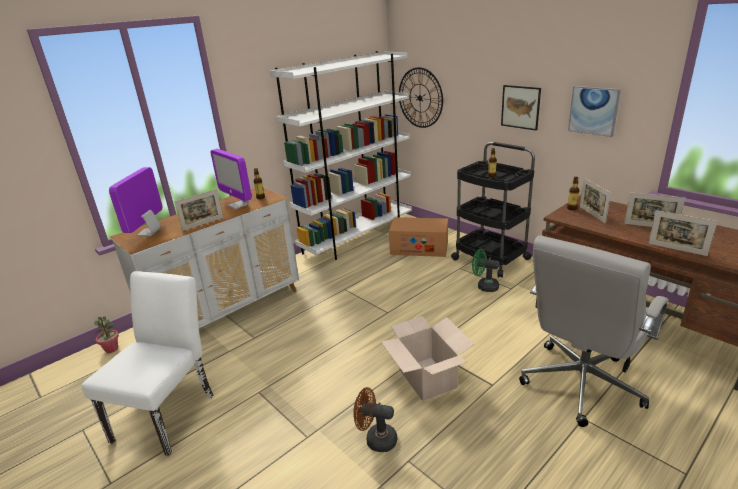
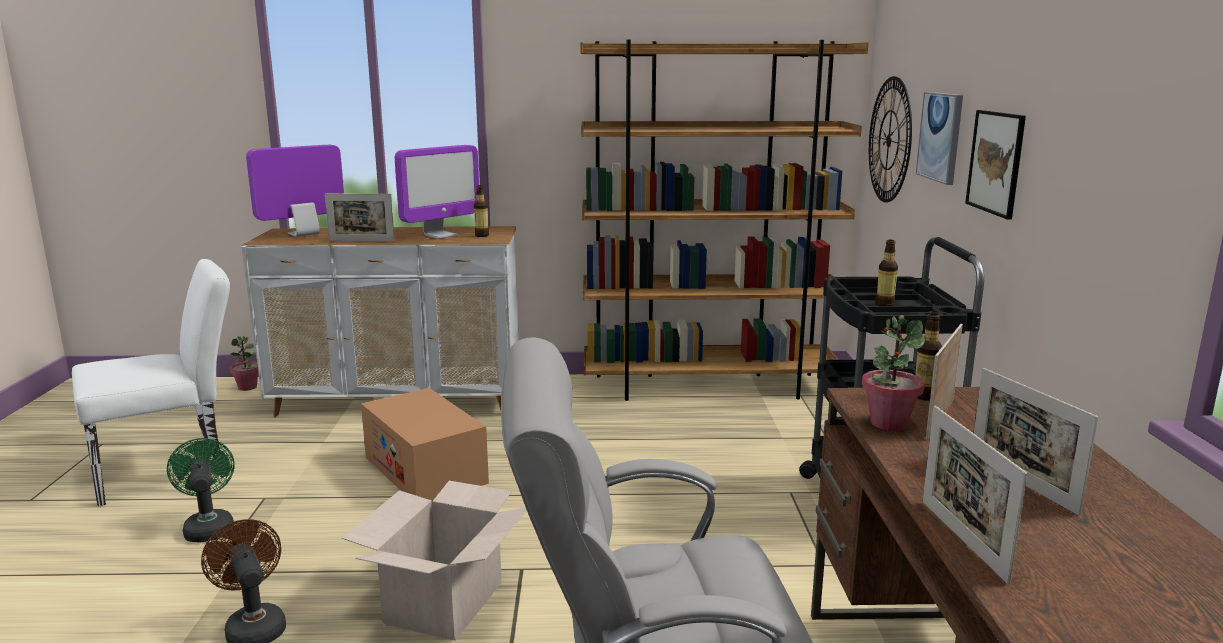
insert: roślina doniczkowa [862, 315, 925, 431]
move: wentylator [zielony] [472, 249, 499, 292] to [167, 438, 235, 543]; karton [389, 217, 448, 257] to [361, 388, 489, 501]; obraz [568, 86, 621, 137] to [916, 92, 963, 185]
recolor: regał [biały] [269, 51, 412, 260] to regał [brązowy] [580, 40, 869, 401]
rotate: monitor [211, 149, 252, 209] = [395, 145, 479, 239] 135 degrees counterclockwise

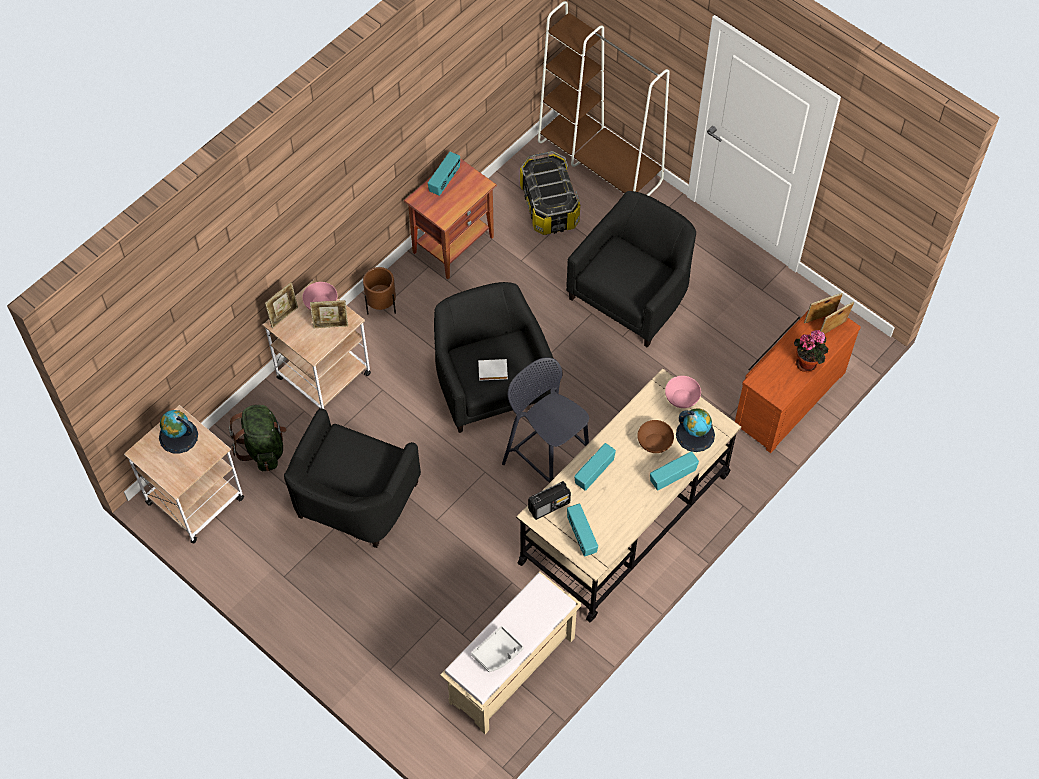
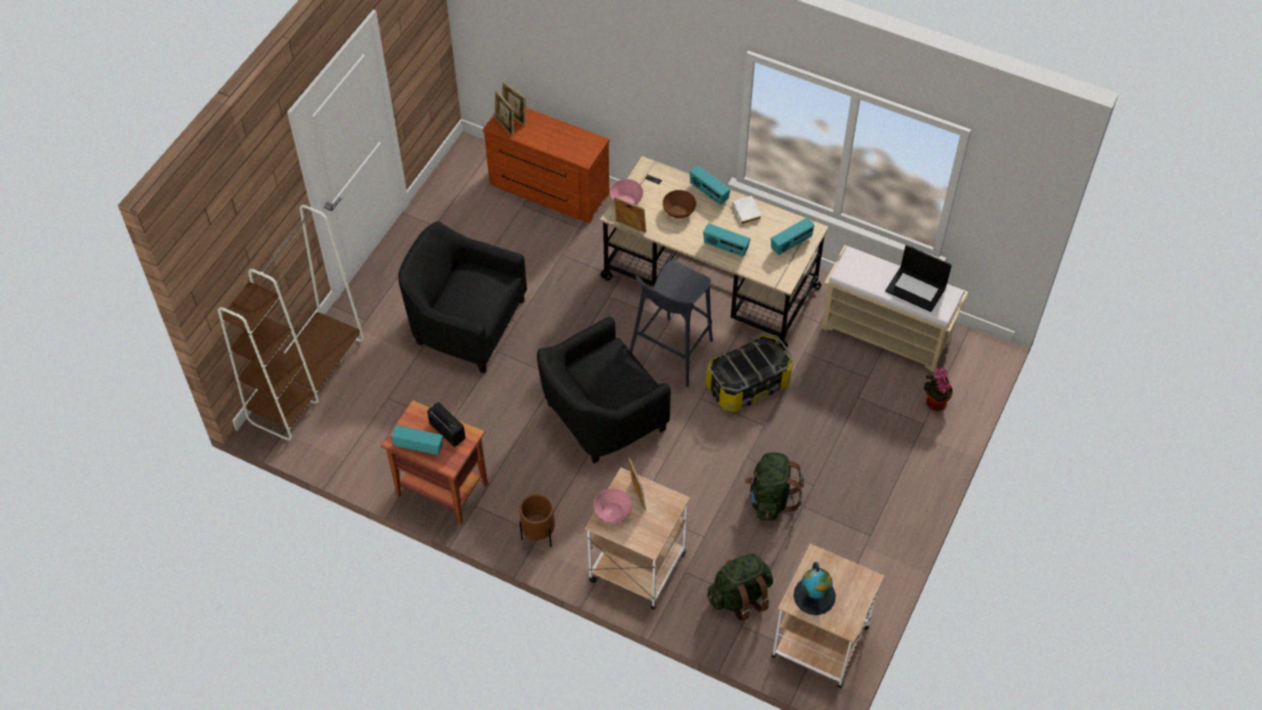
delete: globus [676, 408, 715, 452]
move: radio [528, 481, 571, 520] to [427, 402, 466, 447]; ramka na zdjęcie [265, 282, 298, 328] to [614, 197, 646, 233]; pojemnik do przechowywania [520, 151, 580, 235] to [706, 332, 793, 412]; książka [biały] [478, 359, 508, 381] to [732, 196, 761, 224]; roślina doniczkowa [794, 330, 829, 372] to [924, 368, 953, 411]
replace: fotel [czarny] [284, 408, 421, 548] to plecak [zielony] [745, 452, 804, 521]; taca [szary] [471, 626, 524, 672] to laptop [885, 245, 952, 312]

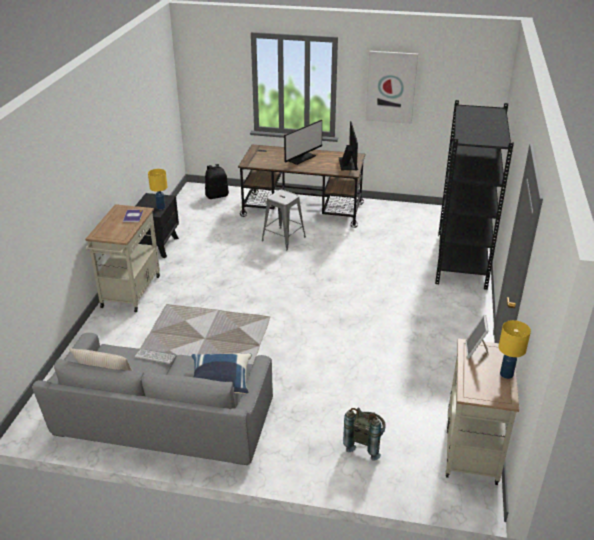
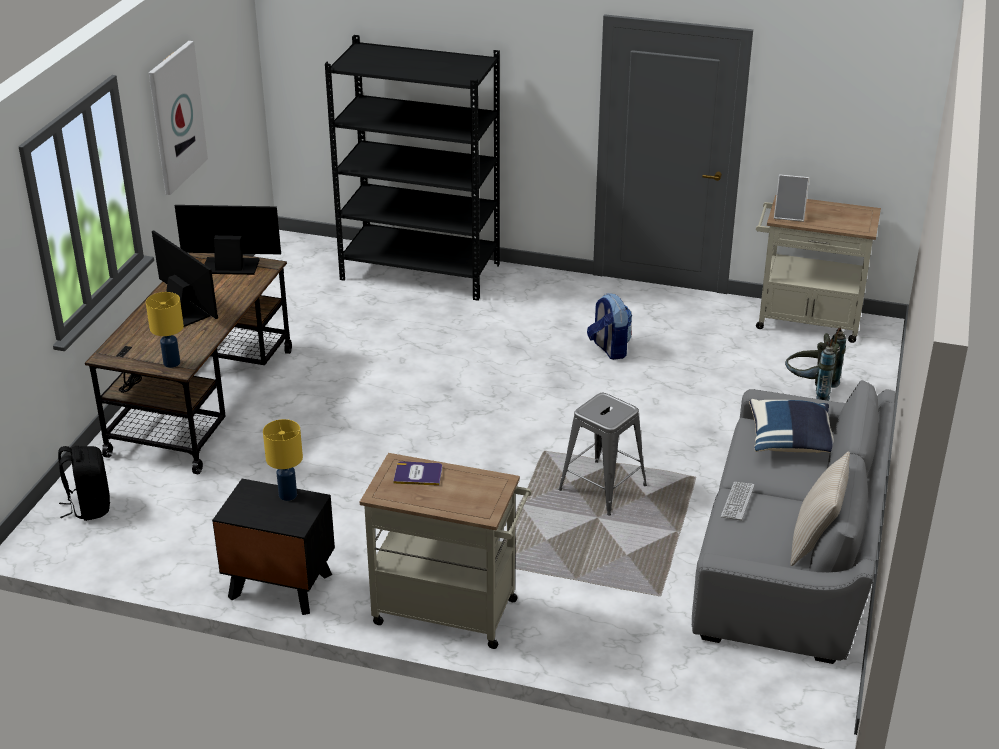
insert: plecak [587, 293, 632, 360]
move: lampa stołowa [żółty] [499, 320, 531, 379] to [146, 292, 184, 368]; stołek [szary] [262, 190, 306, 250] to [558, 393, 647, 516]

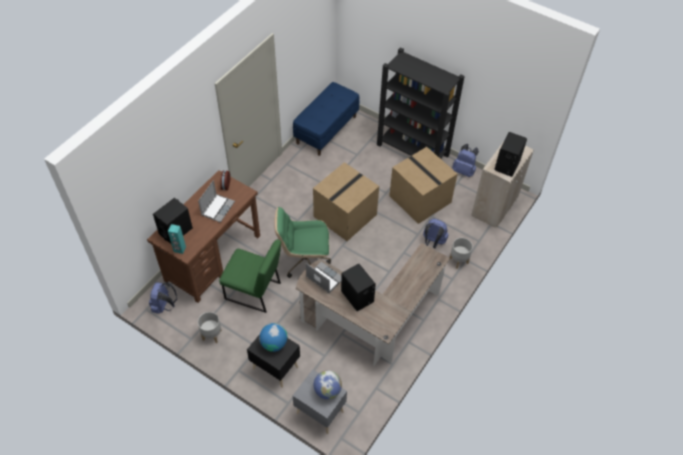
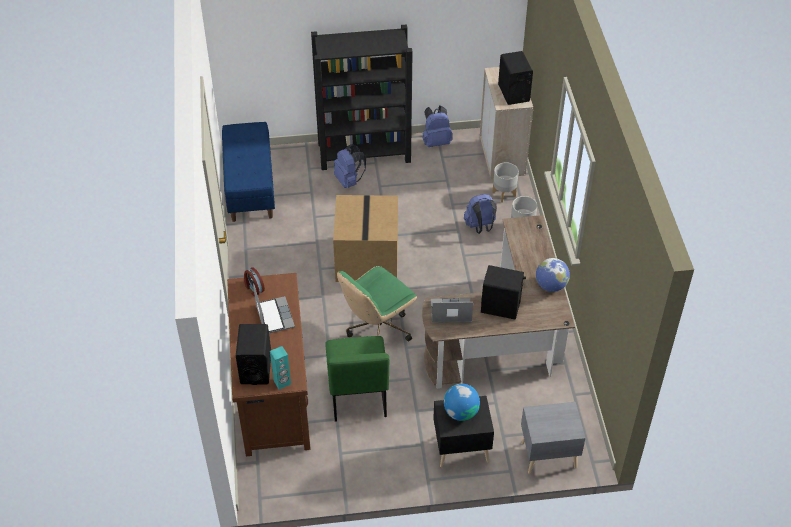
delete: karton [389, 147, 457, 224]
move: plecak [niebieski] [149, 282, 177, 314] to [334, 144, 366, 188]; donica [szary] [198, 312, 222, 343] to [492, 162, 519, 203]; globus [314, 370, 342, 399] to [536, 258, 570, 292]
rotate: krzesło [zielony] [219, 239, 281, 313] = [325, 336, 389, 422] 105 degrees clockwise

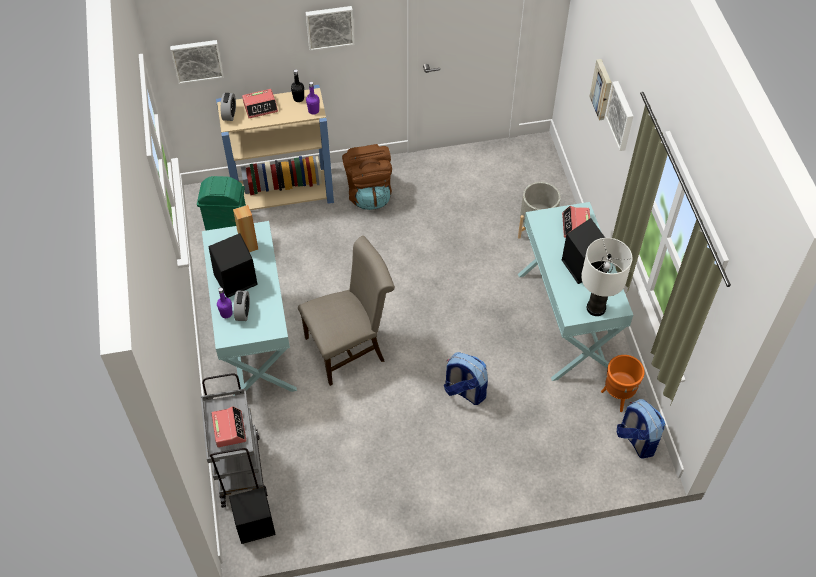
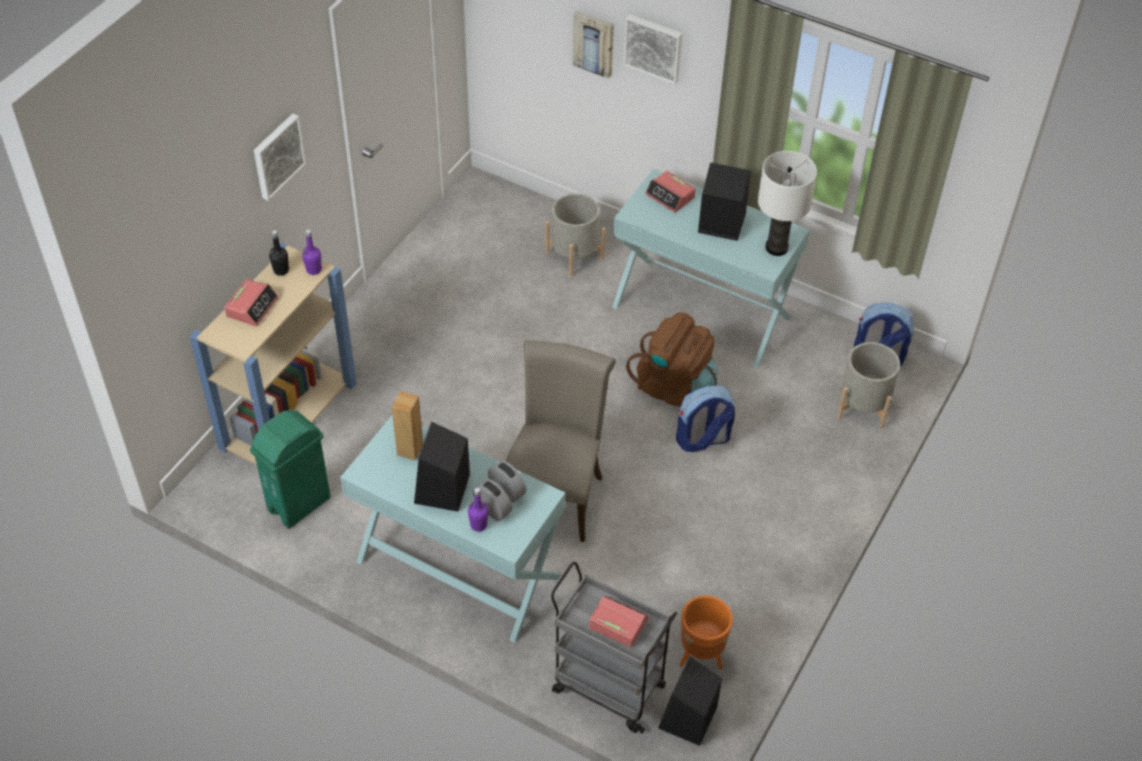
delete: obraz [170, 40, 224, 84]
insert: donica [szary] [837, 342, 900, 428]
move: budzik [221, 93, 236, 121] to [488, 461, 526, 503]; plecak [brązowy] [342, 144, 392, 210] to [626, 312, 717, 407]; donica [pomarańczowy] [601, 355, 645, 412] to [680, 596, 733, 670]

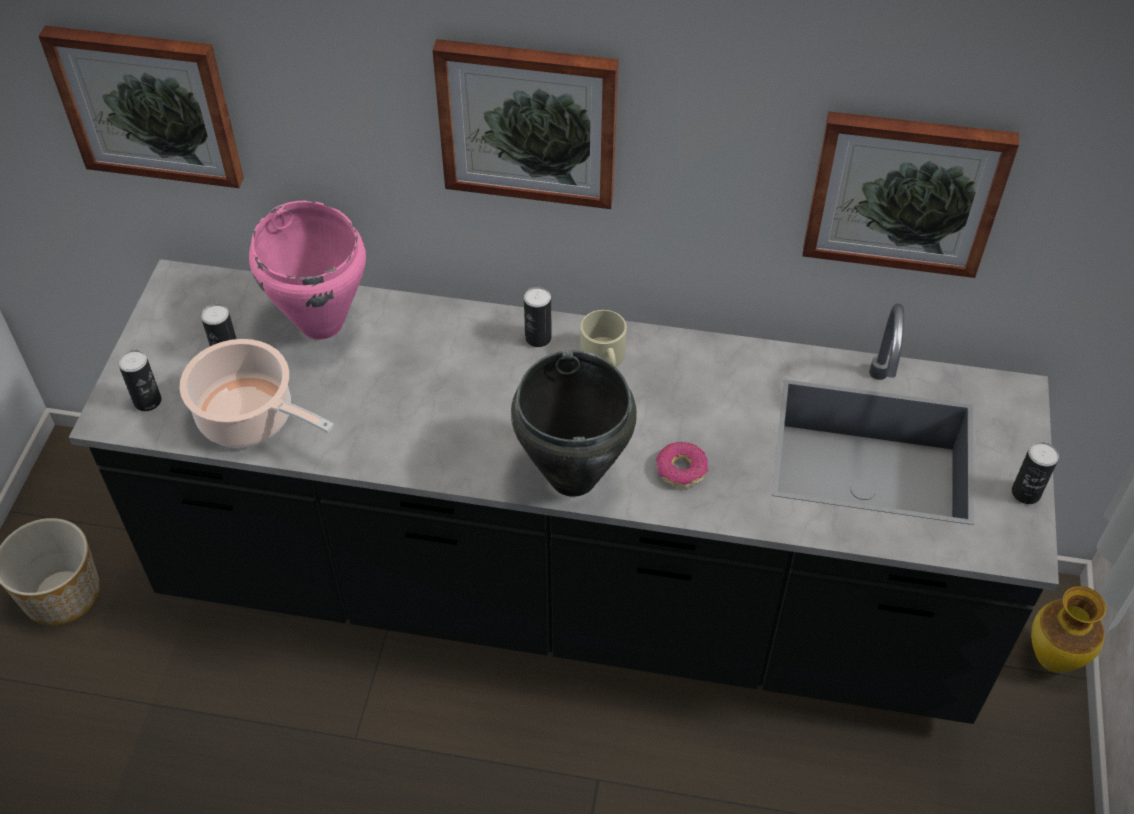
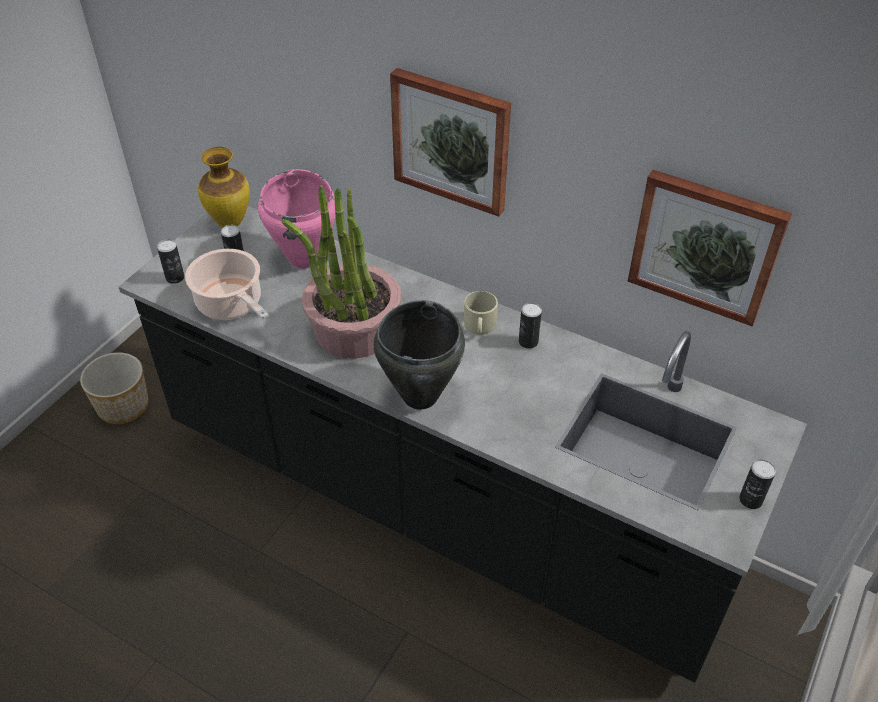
delete: obraz [39, 26, 244, 188]; donut [656, 442, 708, 488]
insert: roślina doniczkowa [281, 185, 402, 359]
move: wazon [1031, 586, 1106, 673] to [198, 147, 250, 227]; puszka [524, 287, 552, 347] to [519, 303, 542, 349]

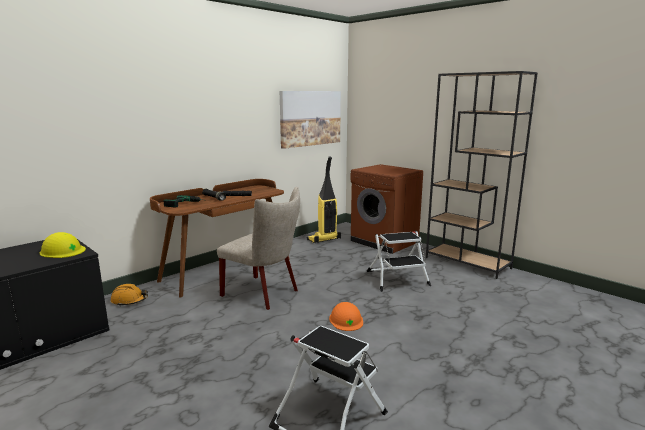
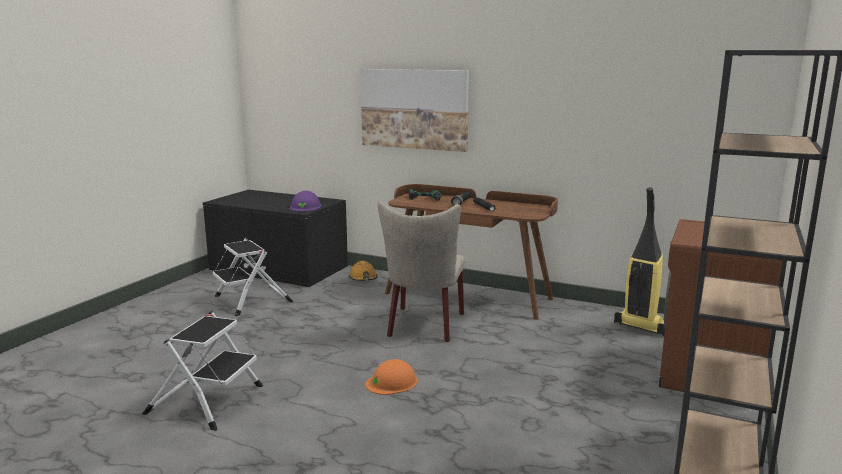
move: drabinka [367, 231, 431, 292] to [213, 237, 294, 316]; obraz [280, 91, 341, 149] to [360, 69, 469, 152]
recolor: kask [żółty] [40, 232, 86, 258] to kask [fioletowy] [290, 191, 322, 212]

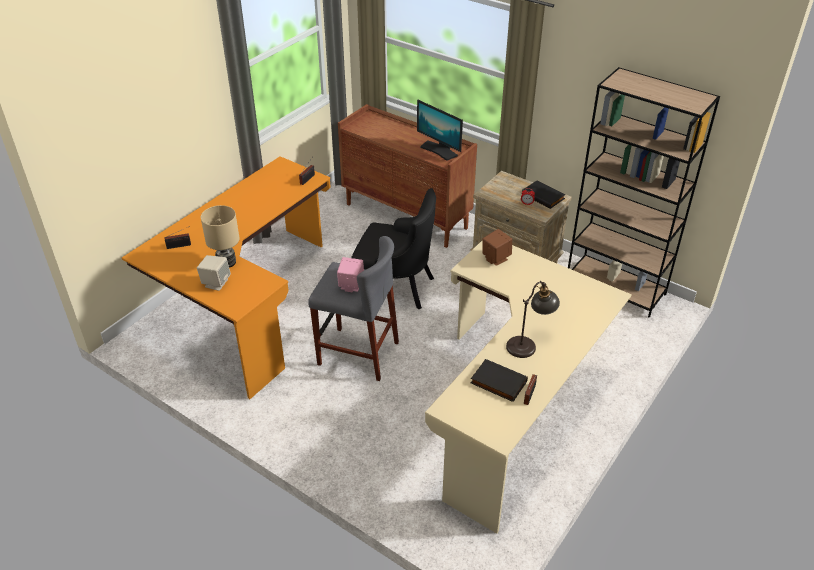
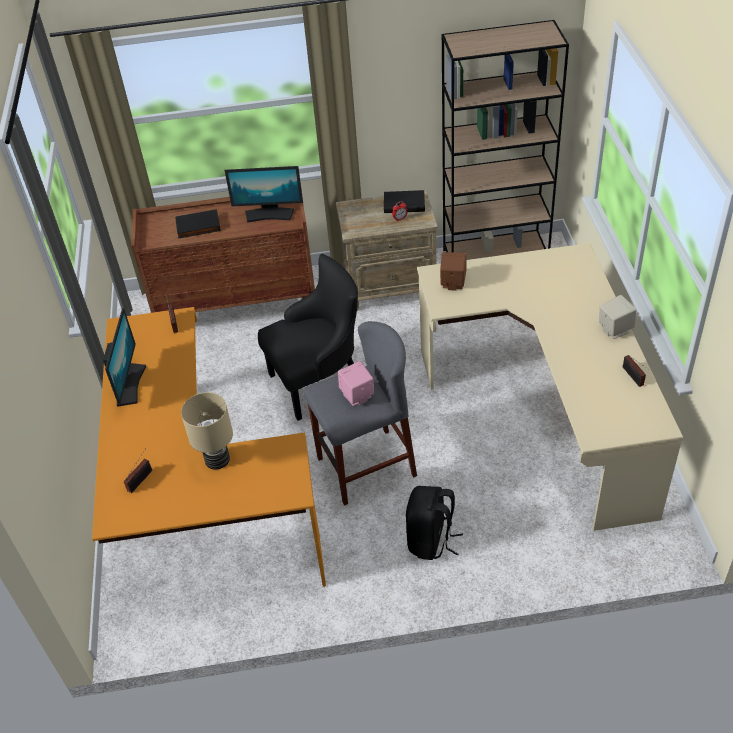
delete: lampa stołowa [szary] [506, 281, 560, 358]
insert: monitor [103, 308, 146, 407]; plecak [czarny] [406, 486, 463, 560]
move: książka [czarny] [471, 359, 528, 402] to [175, 209, 221, 238]; głośnik [beżowy] [197, 255, 231, 291] to [599, 295, 636, 339]

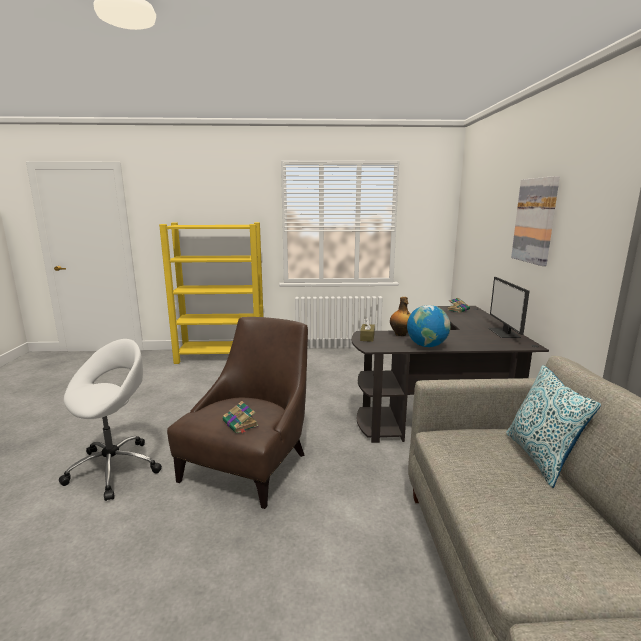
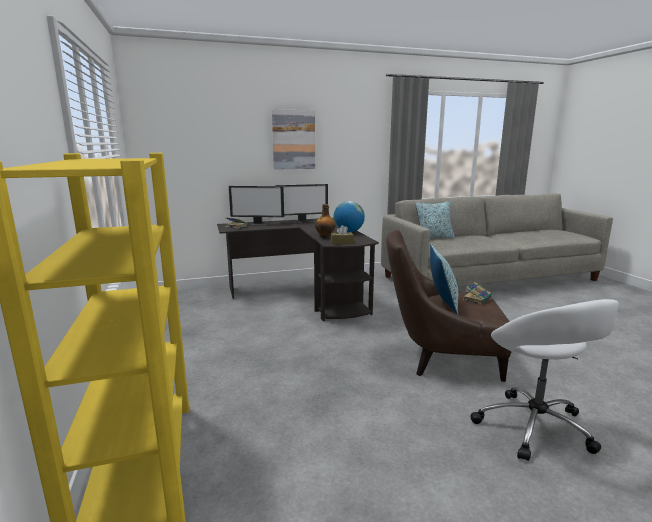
insert: monitor [229, 186, 284, 225]; poduszka [430, 244, 458, 315]
rotate: krzesło biurowe [biały] [59, 339, 162, 501] = [470, 299, 619, 461] 135 degrees counterclockwise

